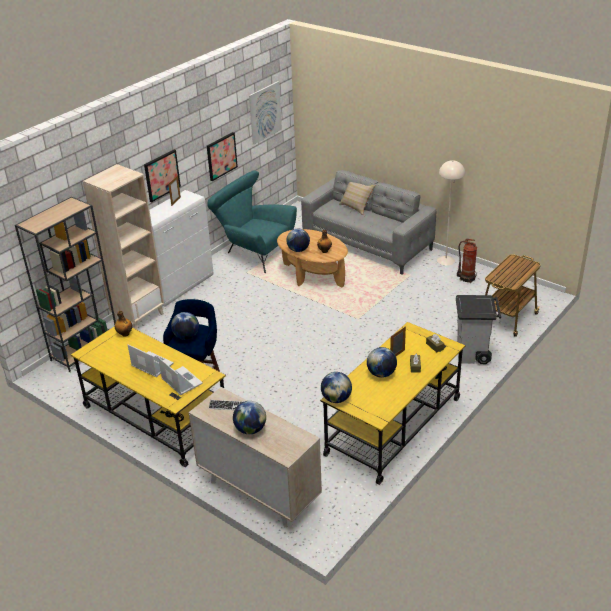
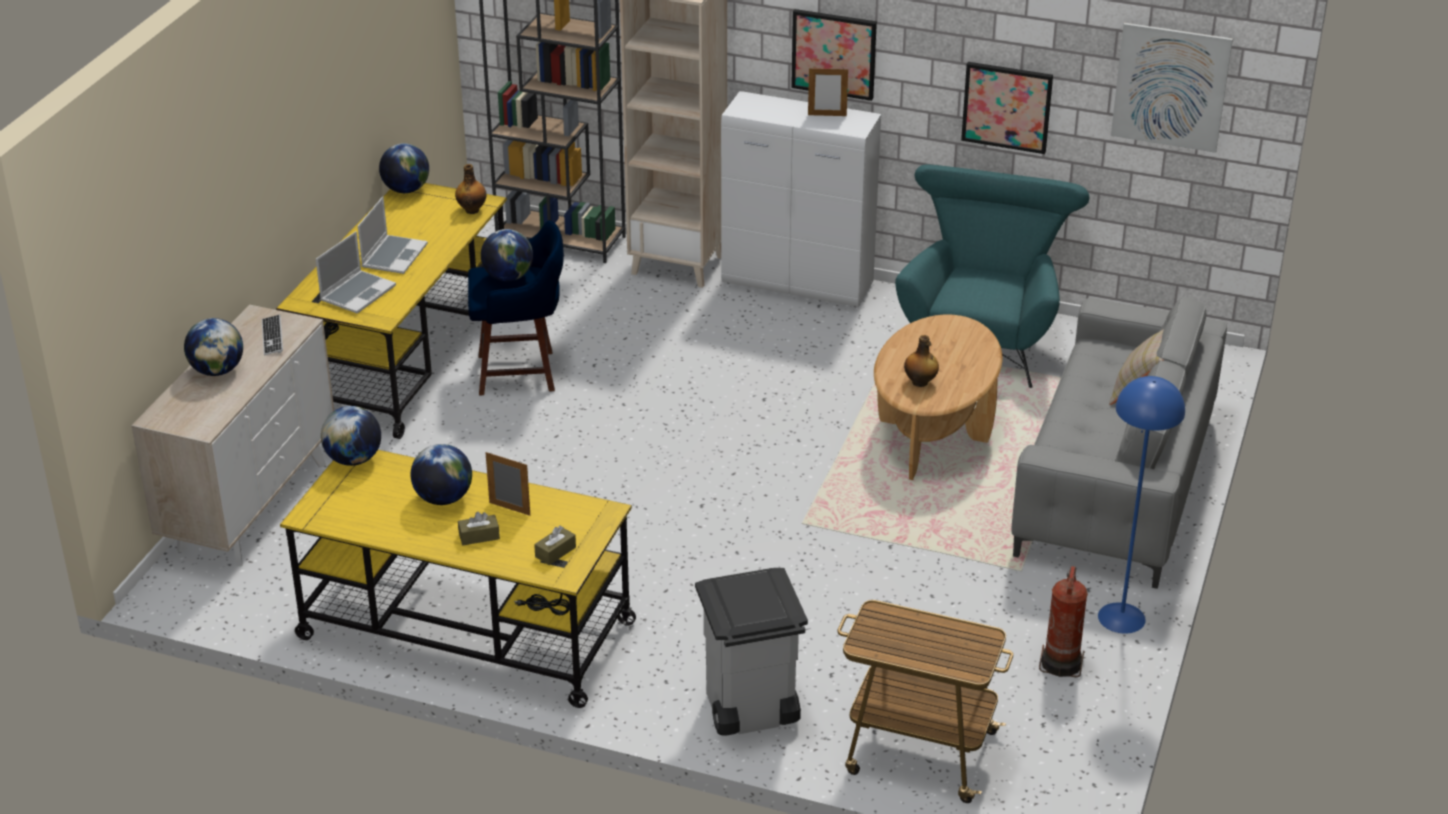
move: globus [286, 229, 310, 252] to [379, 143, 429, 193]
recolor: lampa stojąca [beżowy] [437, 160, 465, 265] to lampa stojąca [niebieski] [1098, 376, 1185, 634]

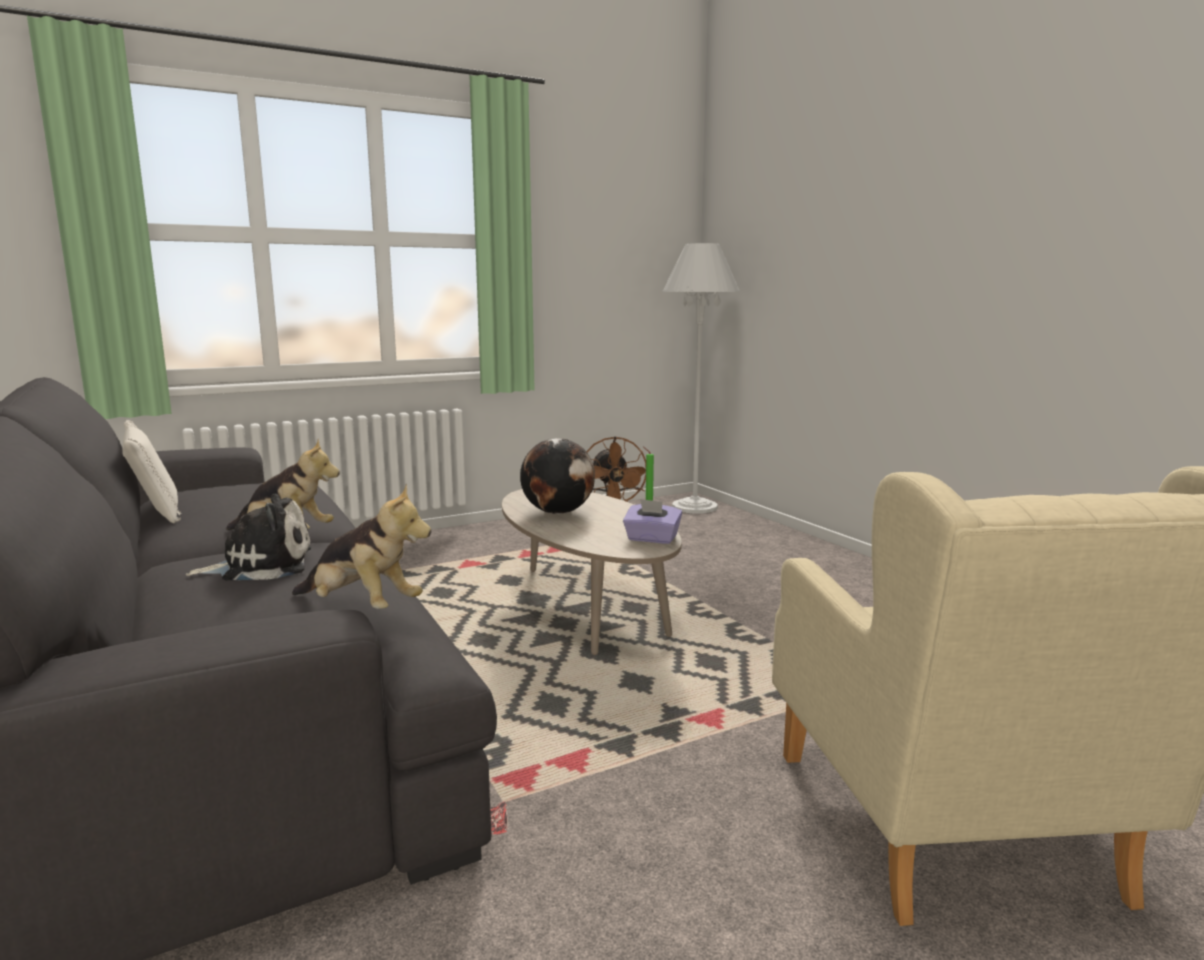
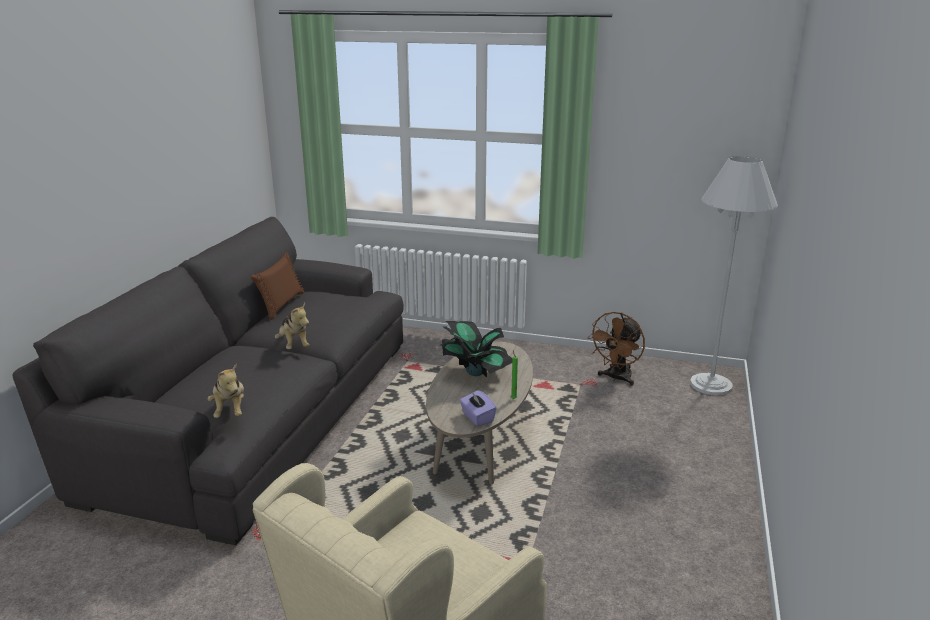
delete: pluszak [186, 494, 311, 580]
replace: globus [520, 438, 595, 514] to roślina doniczkowa [440, 321, 512, 377]
recolor: poduszka [biały] [122, 420, 181, 523] to poduszka [brązowy] [251, 253, 304, 320]

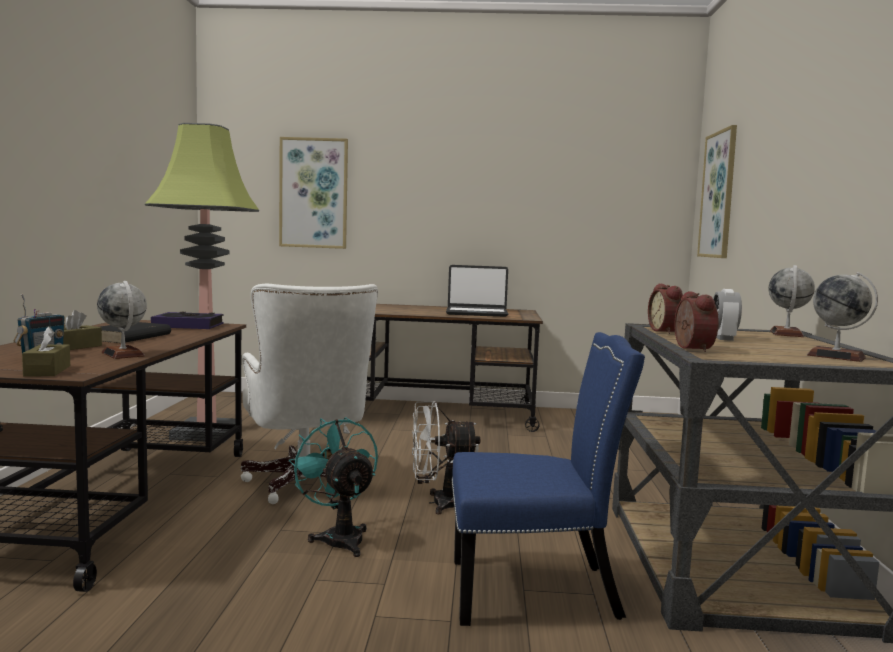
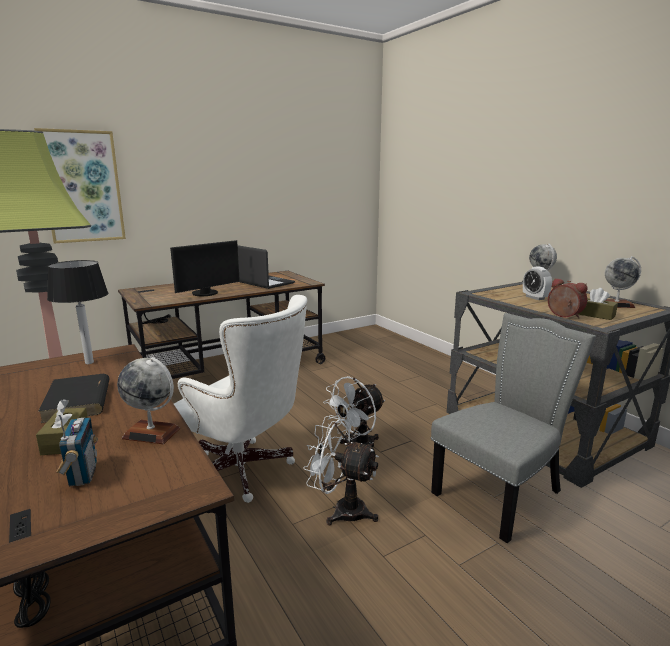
delete: budzik [648, 283, 683, 334]; obraz [697, 125, 737, 258]
insert: monitor [170, 240, 240, 296]
move: pudełko chusteczek [brązowy] [22, 326, 70, 377] to [578, 288, 618, 320]
replace: książka [151, 312, 224, 329] to lampa stołowa [47, 260, 108, 364]
recolor: wentylator [turkusowy] [289, 417, 378, 557] to wentylator [biały] [303, 416, 379, 525]; krzesło [niebieski] [452, 332, 645, 626] to krzesło [szary] [431, 313, 596, 543]
rotate: laptop [446, 265, 508, 317] = [237, 245, 295, 289] 105 degrees counterclockwise

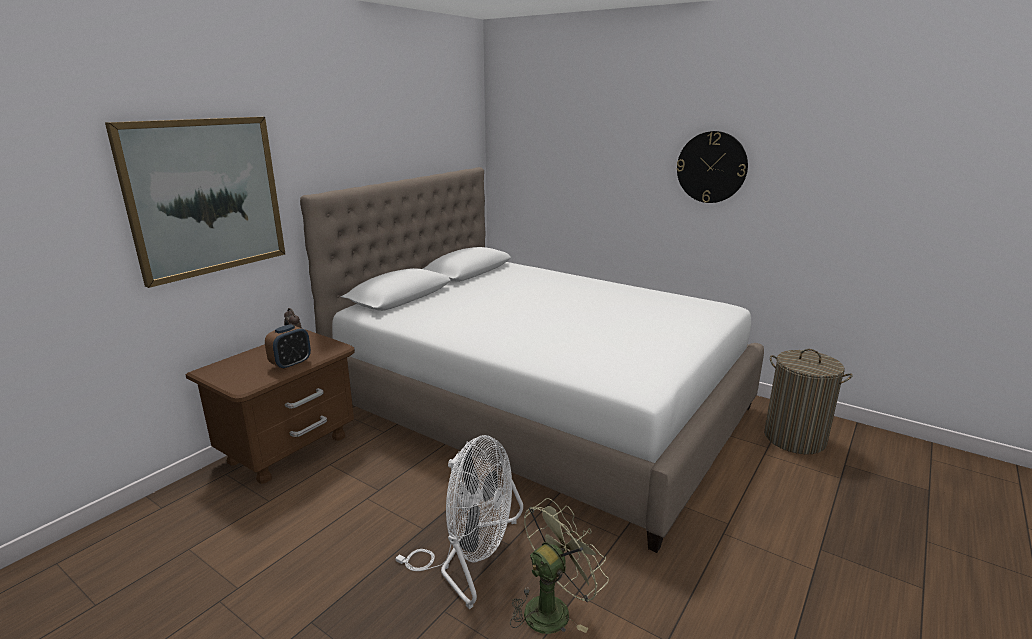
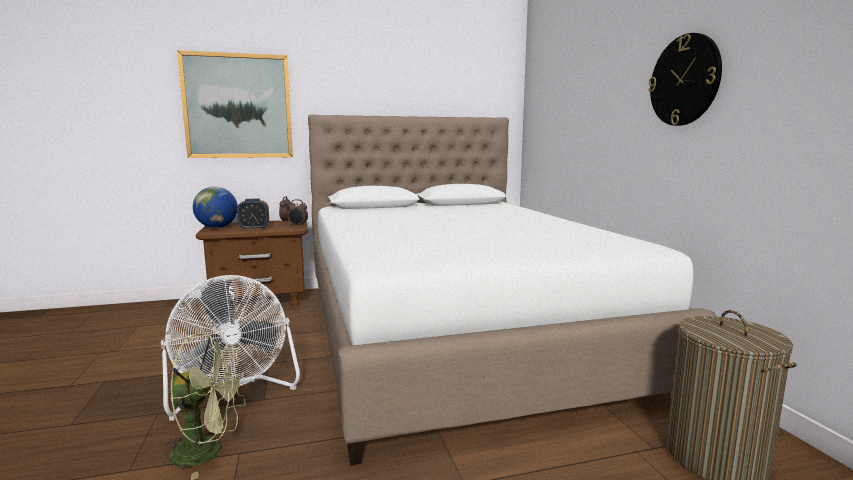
insert: globus [193, 187, 238, 228]; budzik [287, 199, 308, 227]

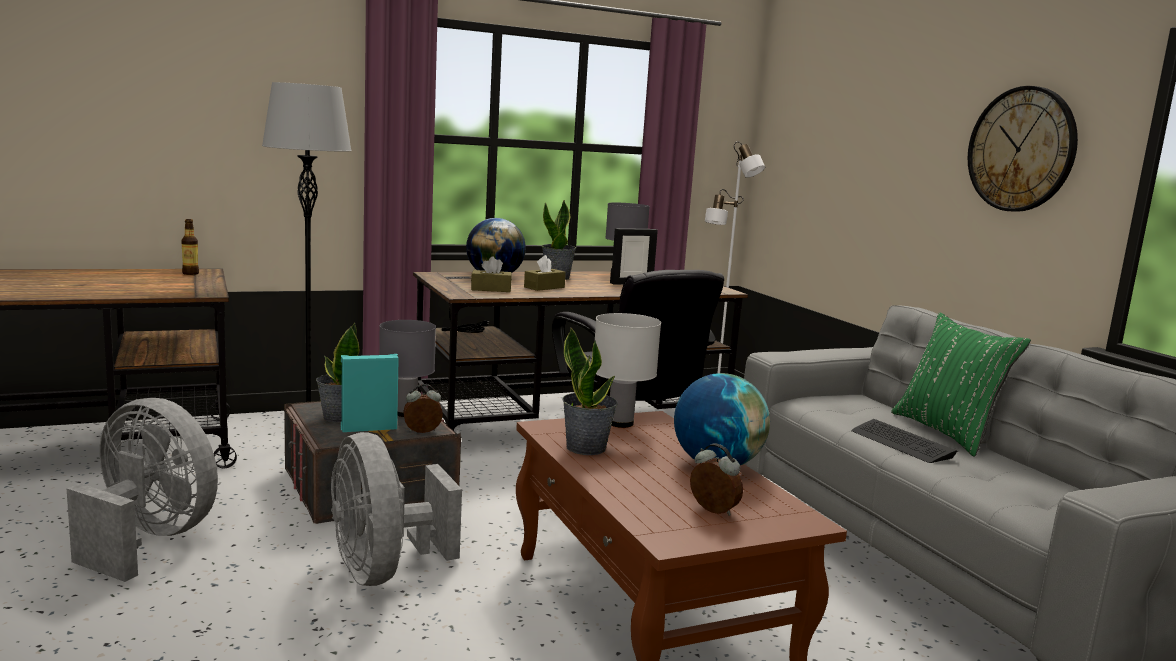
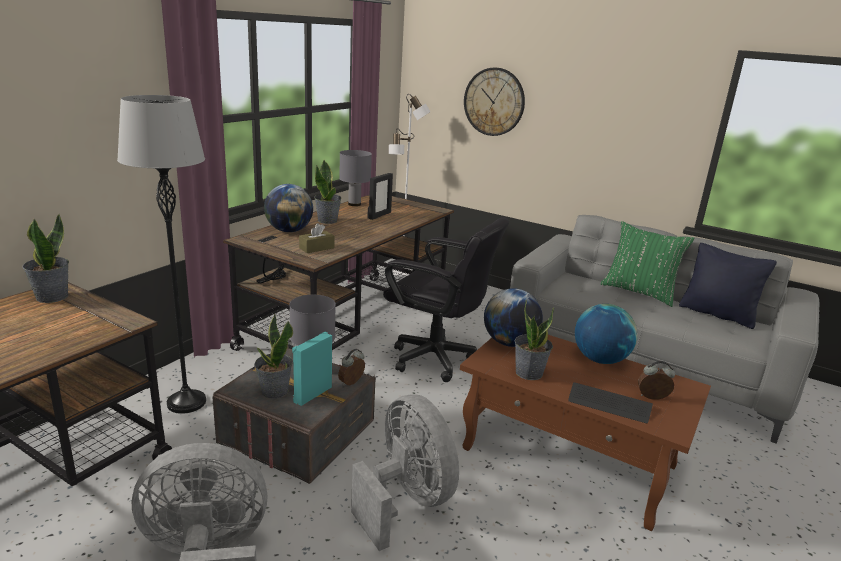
delete: pudełko chusteczek [brązowy] [524, 255, 566, 291]
insert: poduszka [czarny] [679, 243, 777, 329]
move: zegar ścienny [968, 86, 1078, 212] to [464, 68, 525, 136]; klawiatura [852, 419, 957, 463] to [568, 382, 653, 423]
replace: butelka [181, 219, 199, 275] to roślina doniczkowa [22, 214, 69, 303]; lampa stołowa [biały] [595, 313, 661, 428] to globus [484, 288, 543, 347]
rotate: wentylator [szary] [331, 432, 462, 586] = [351, 394, 459, 551] 150 degrees counterclockwise

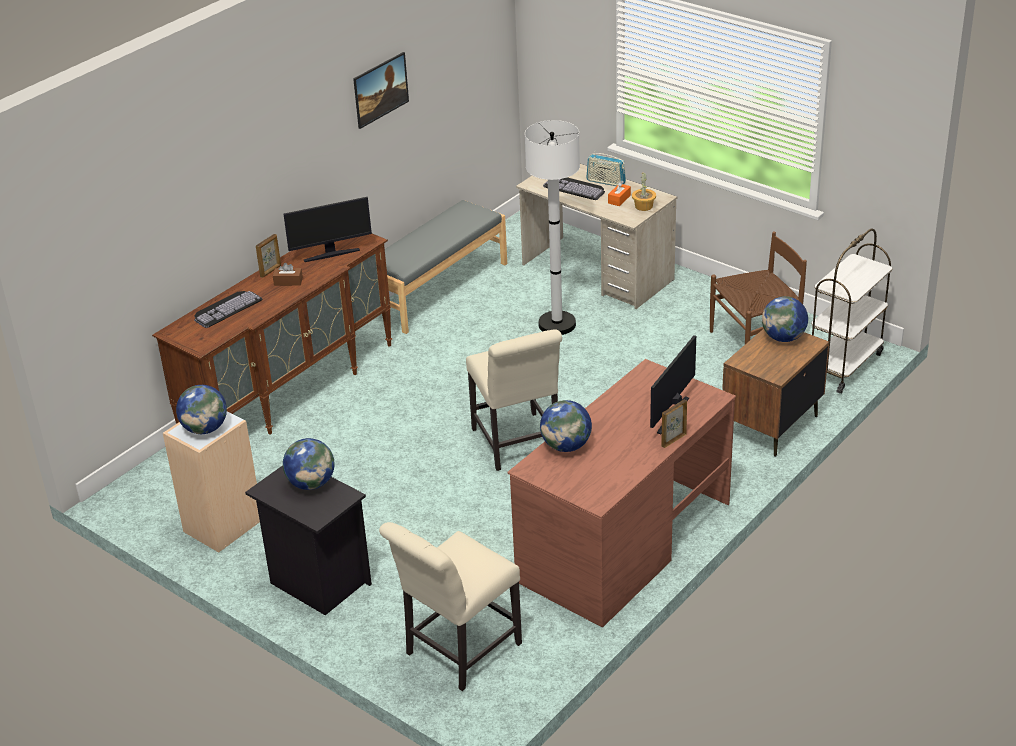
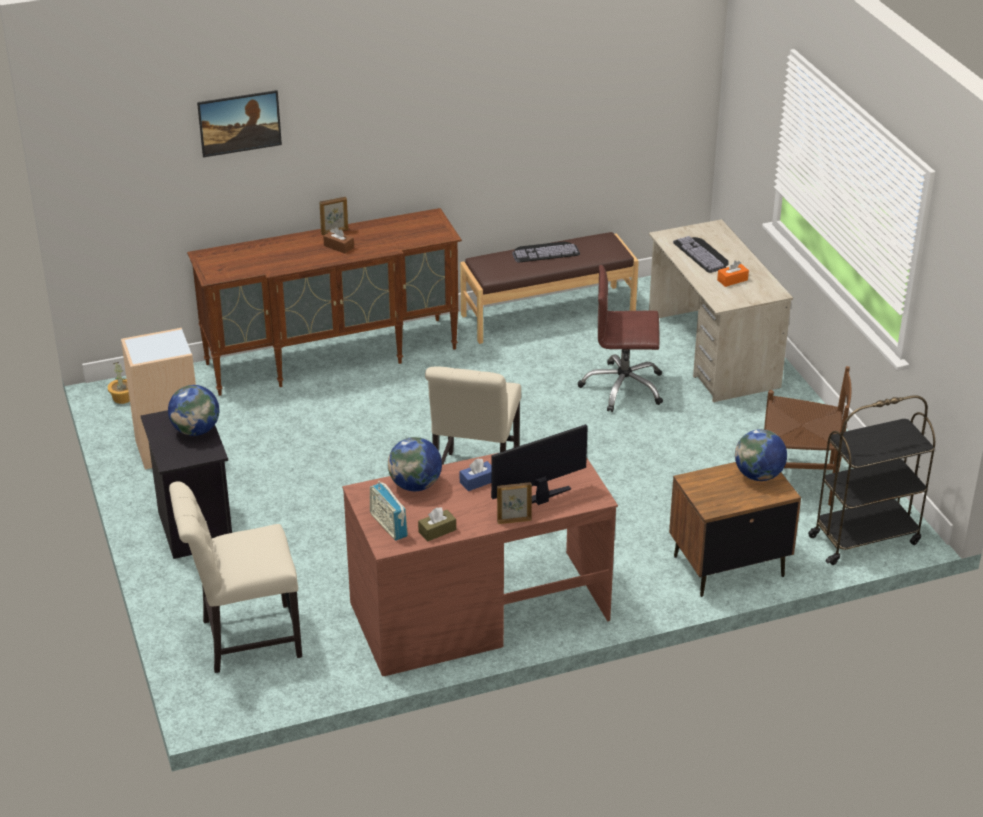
delete: globus [176, 385, 227, 434]; monitor [284, 197, 372, 262]
insert: pudełko chusteczek [brązowy] [418, 507, 456, 542]; pudełko chusteczek [niebieski] [460, 459, 492, 491]
move: roślina doniczkowa [632, 171, 656, 211] to [108, 362, 130, 404]; obraz [353, 52, 409, 129] to [197, 90, 282, 157]; radio [586, 151, 626, 186] to [370, 481, 408, 541]; klawiatura [194, 291, 262, 328] to [512, 242, 580, 262]
replace: lampa stojąca [biały] [525, 120, 580, 335] to krzesło biurowe [brązowy] [578, 265, 663, 412]
recolor: ławka [szary] [385, 200, 507, 334] to ławka [brązowy] [460, 232, 639, 344]; wózek [biały] [811, 229, 893, 394] to wózek [czarny] [808, 395, 935, 565]

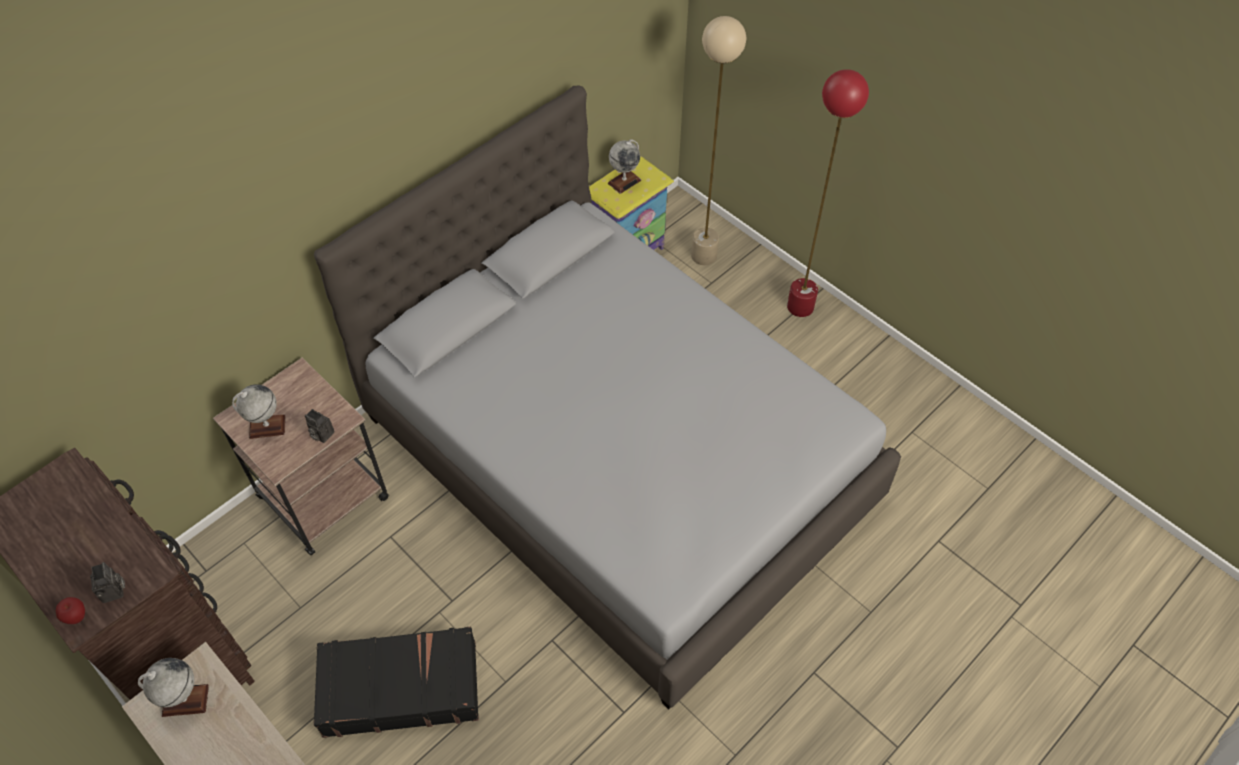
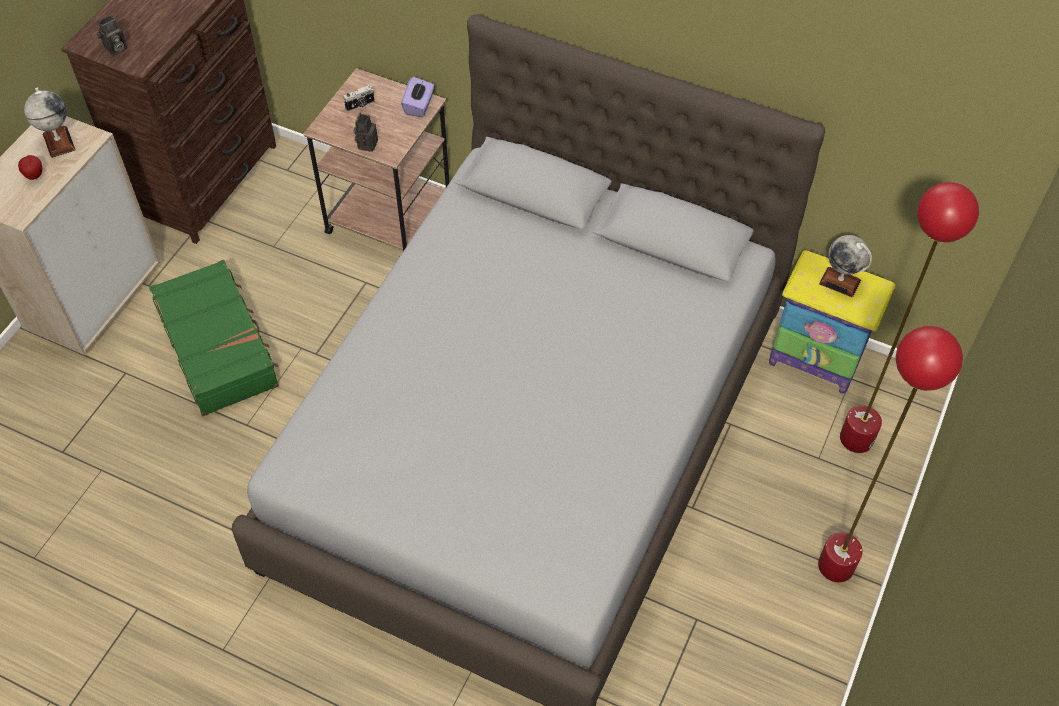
insert: pudełko chusteczek [fioletowy] [401, 77, 434, 117]
move: jabłko [56, 597, 85, 624] to [18, 155, 42, 180]
replace: globus [232, 384, 285, 439] to aparat fotograficzny [343, 85, 374, 112]
recolor: walizka [czarny] [313, 627, 479, 738] to walizka [zielony] [149, 260, 279, 416]; lampa stojąca [beżowy] [691, 16, 746, 265] to lampa stojąca [czerwony] [840, 182, 979, 453]

